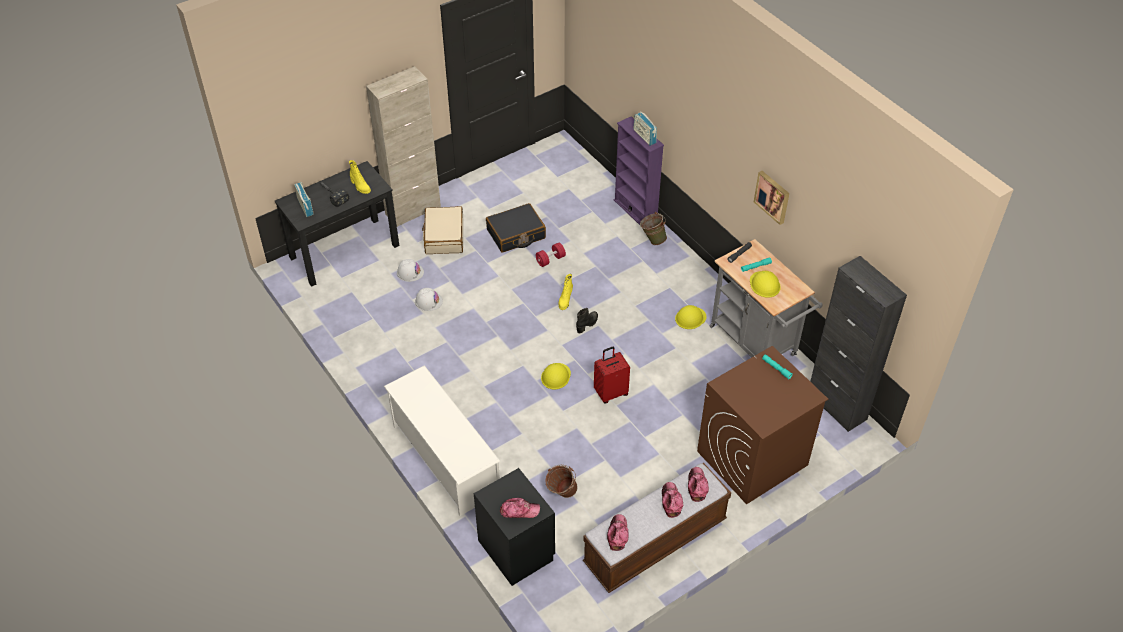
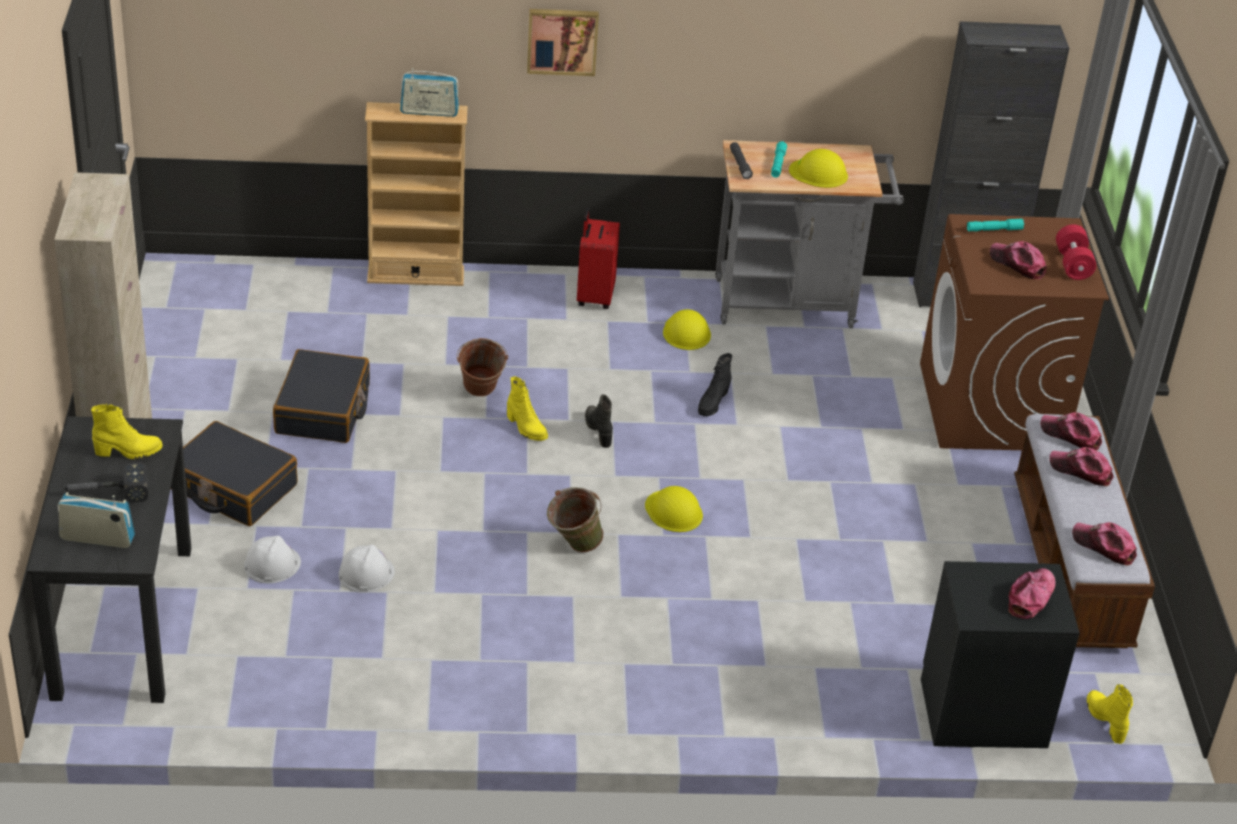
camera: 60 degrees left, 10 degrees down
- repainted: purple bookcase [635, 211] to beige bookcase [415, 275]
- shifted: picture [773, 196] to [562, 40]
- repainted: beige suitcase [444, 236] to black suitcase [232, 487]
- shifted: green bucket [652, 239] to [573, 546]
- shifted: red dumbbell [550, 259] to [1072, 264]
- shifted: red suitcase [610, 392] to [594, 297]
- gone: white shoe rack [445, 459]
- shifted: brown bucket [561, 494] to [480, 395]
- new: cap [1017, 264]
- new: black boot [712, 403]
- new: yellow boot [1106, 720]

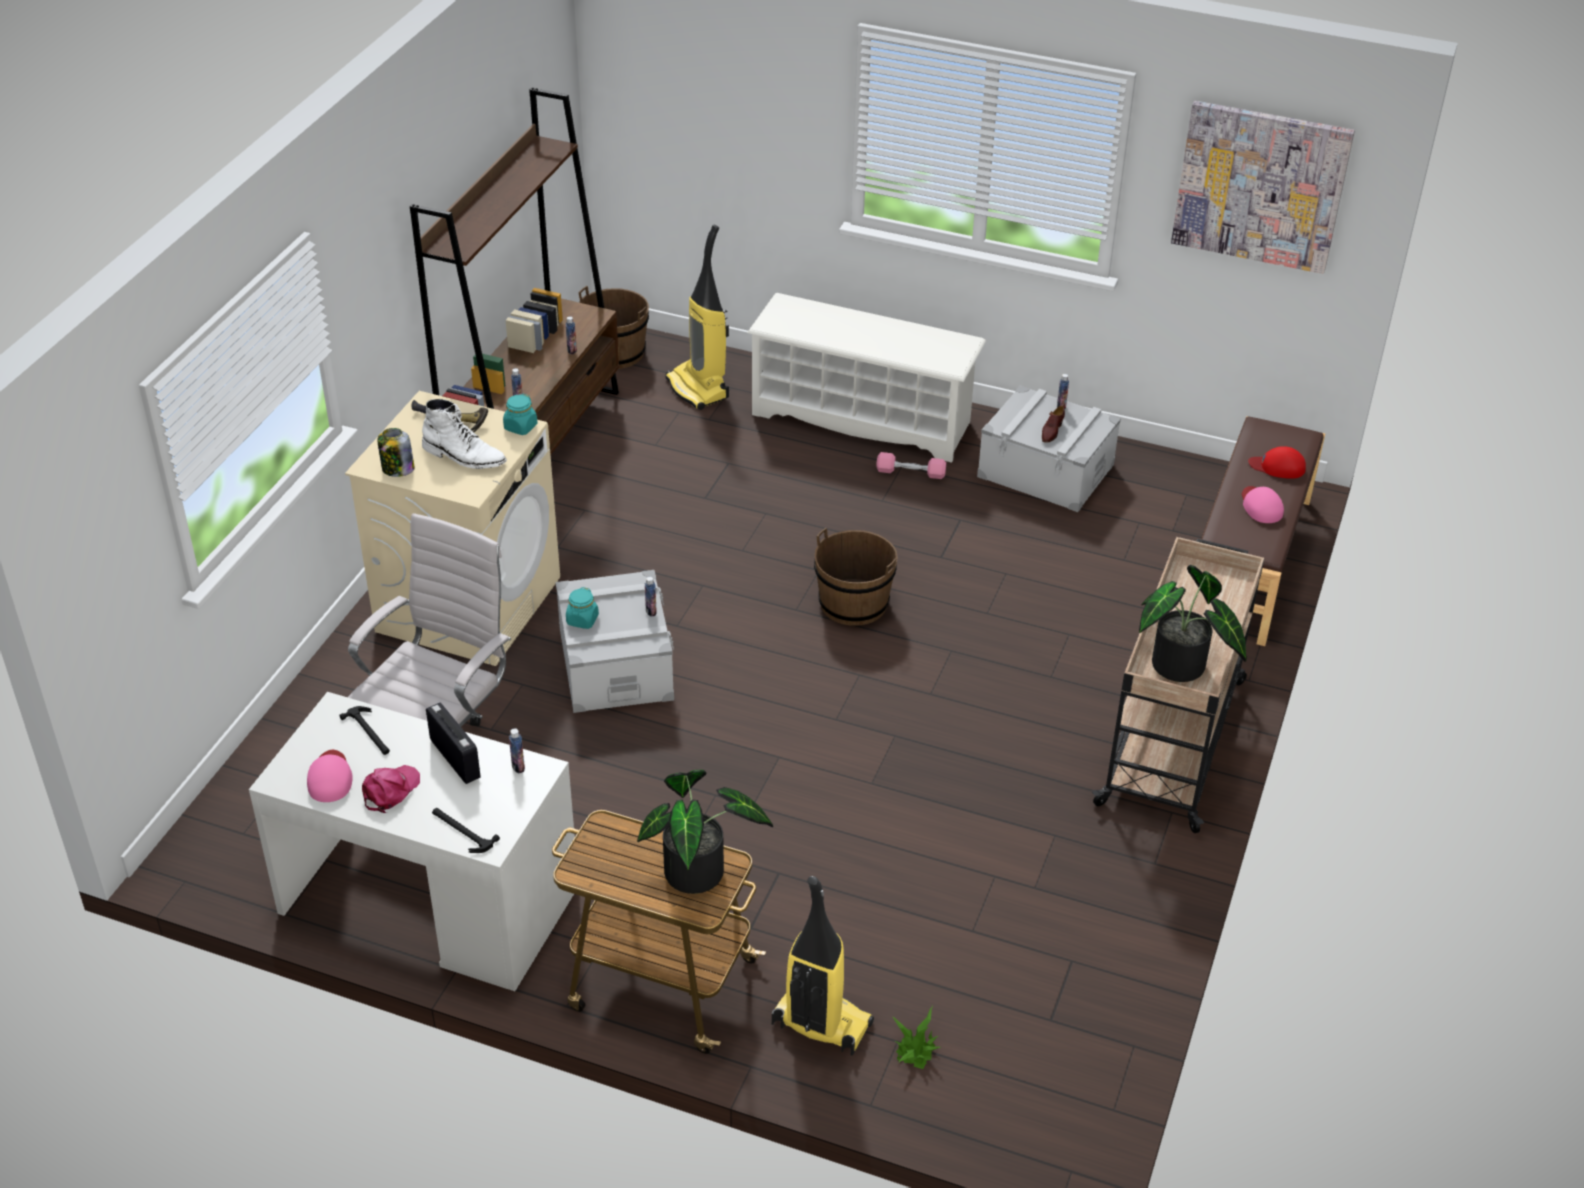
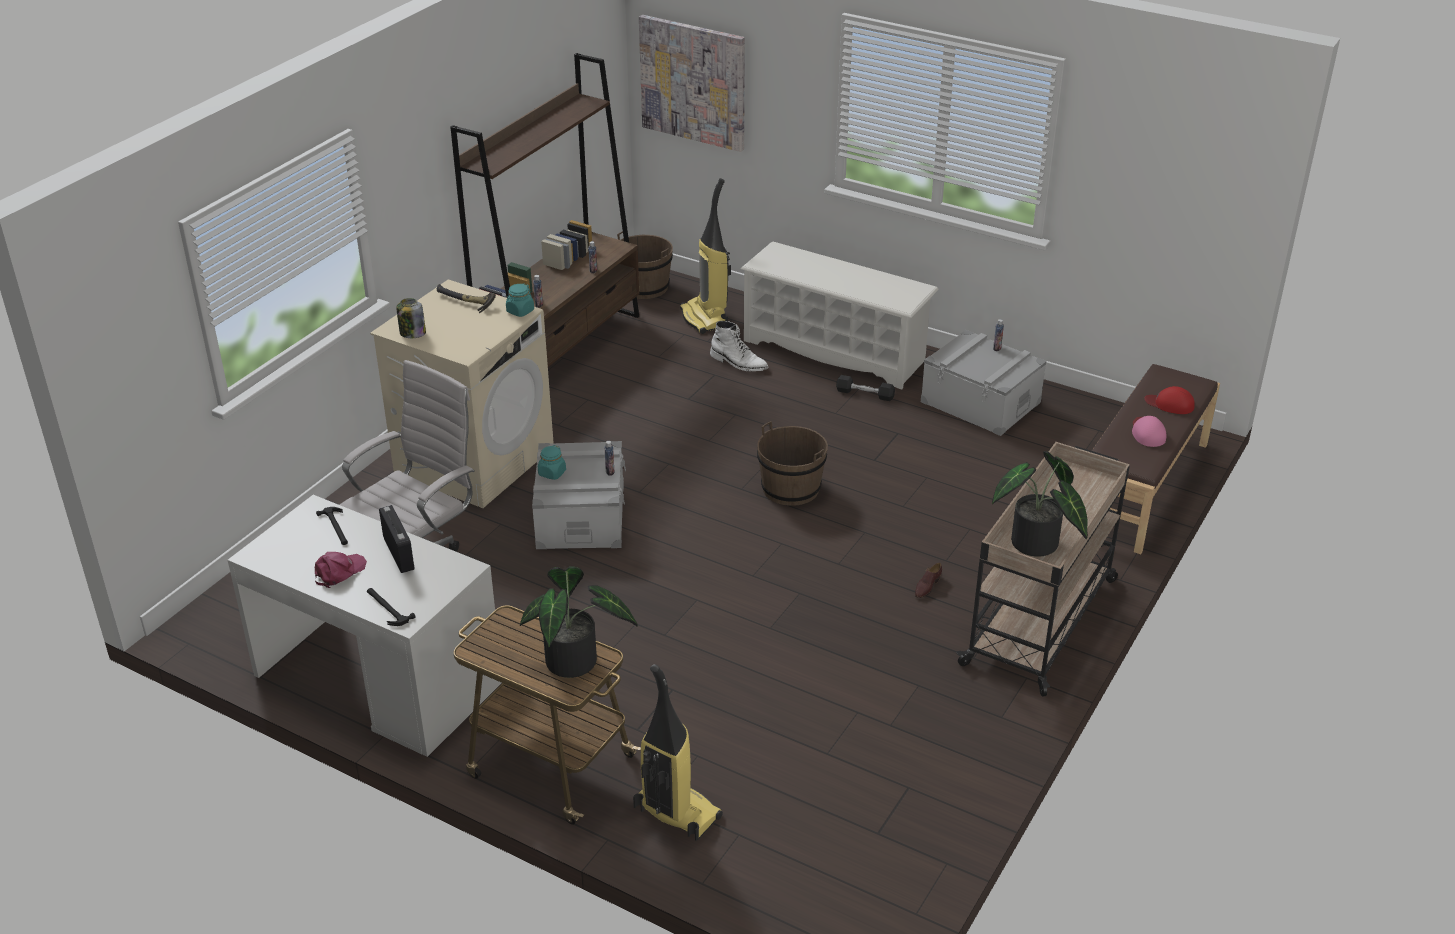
camera: 10 degrees right, 5 degrees down
- shifted: picture [1260, 186] to [693, 82]
- shifted: white boot [464, 456] to [738, 363]
- shifted: brown shoe [1051, 431] to [927, 586]
- repainted: pink dumbbell [910, 472] to black dumbbell [865, 394]
- gone: bottle [518, 767]
- gone: pink cap [330, 778]
- gone: potted plant [916, 1049]

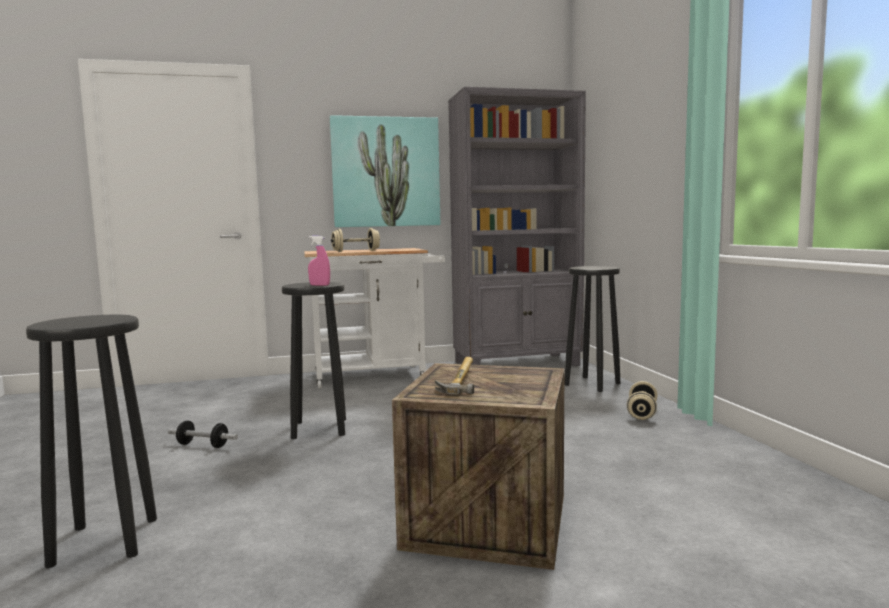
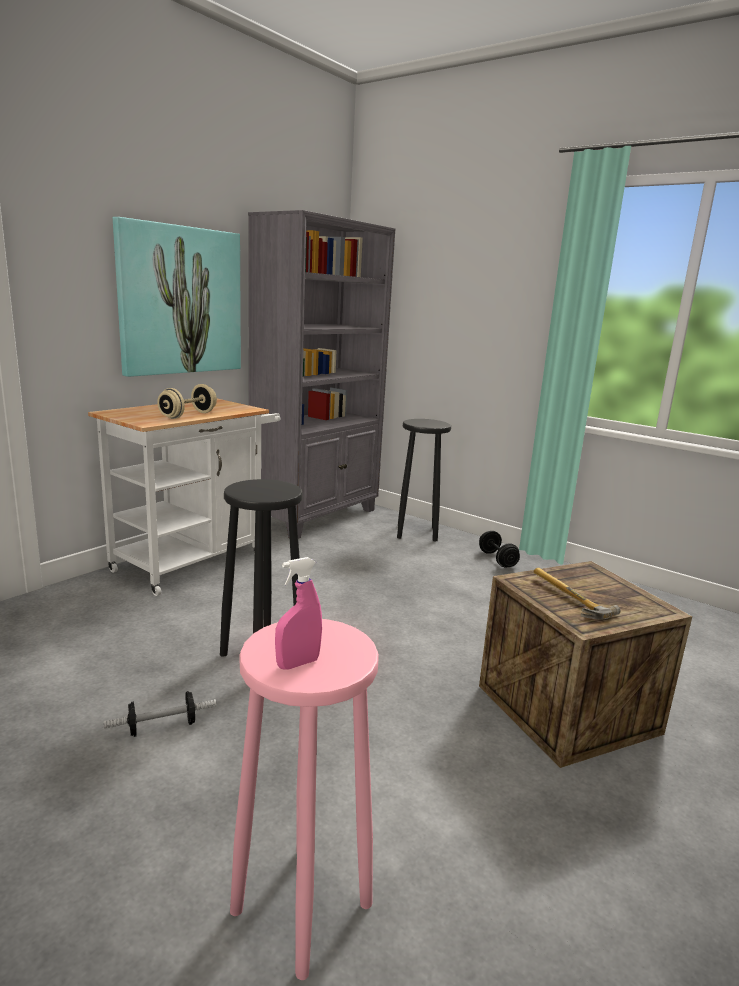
camera: 40 degrees left, 10 degrees up
- shifted: pink spray bottle [319, 285] to [298, 663]
- repainted: black stool [105, 540] to pink stool [300, 905]
- repainted: beige dumbbell [642, 413] to black dumbbell [497, 559]

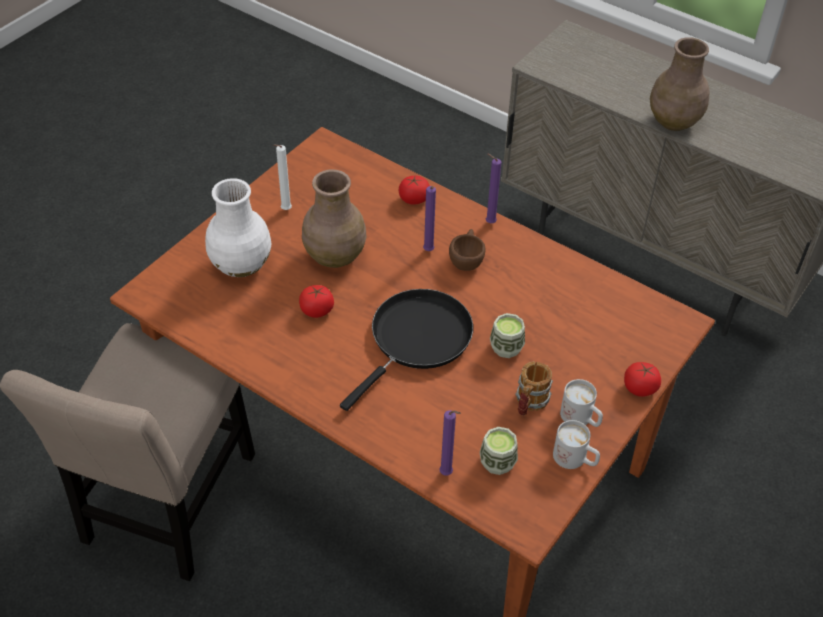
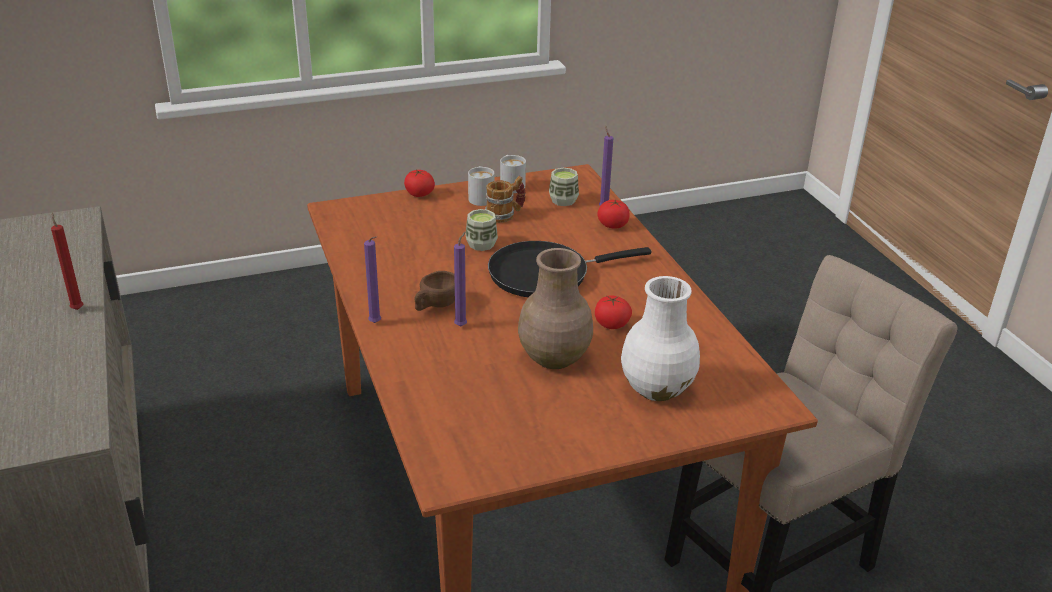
camera: 145 degrees left, 15 degrees down
- swapped: brown vase [674, 122] to red candle [77, 308]
- gone: white candle [284, 210]
- shifted: tomato [414, 199] to [613, 225]

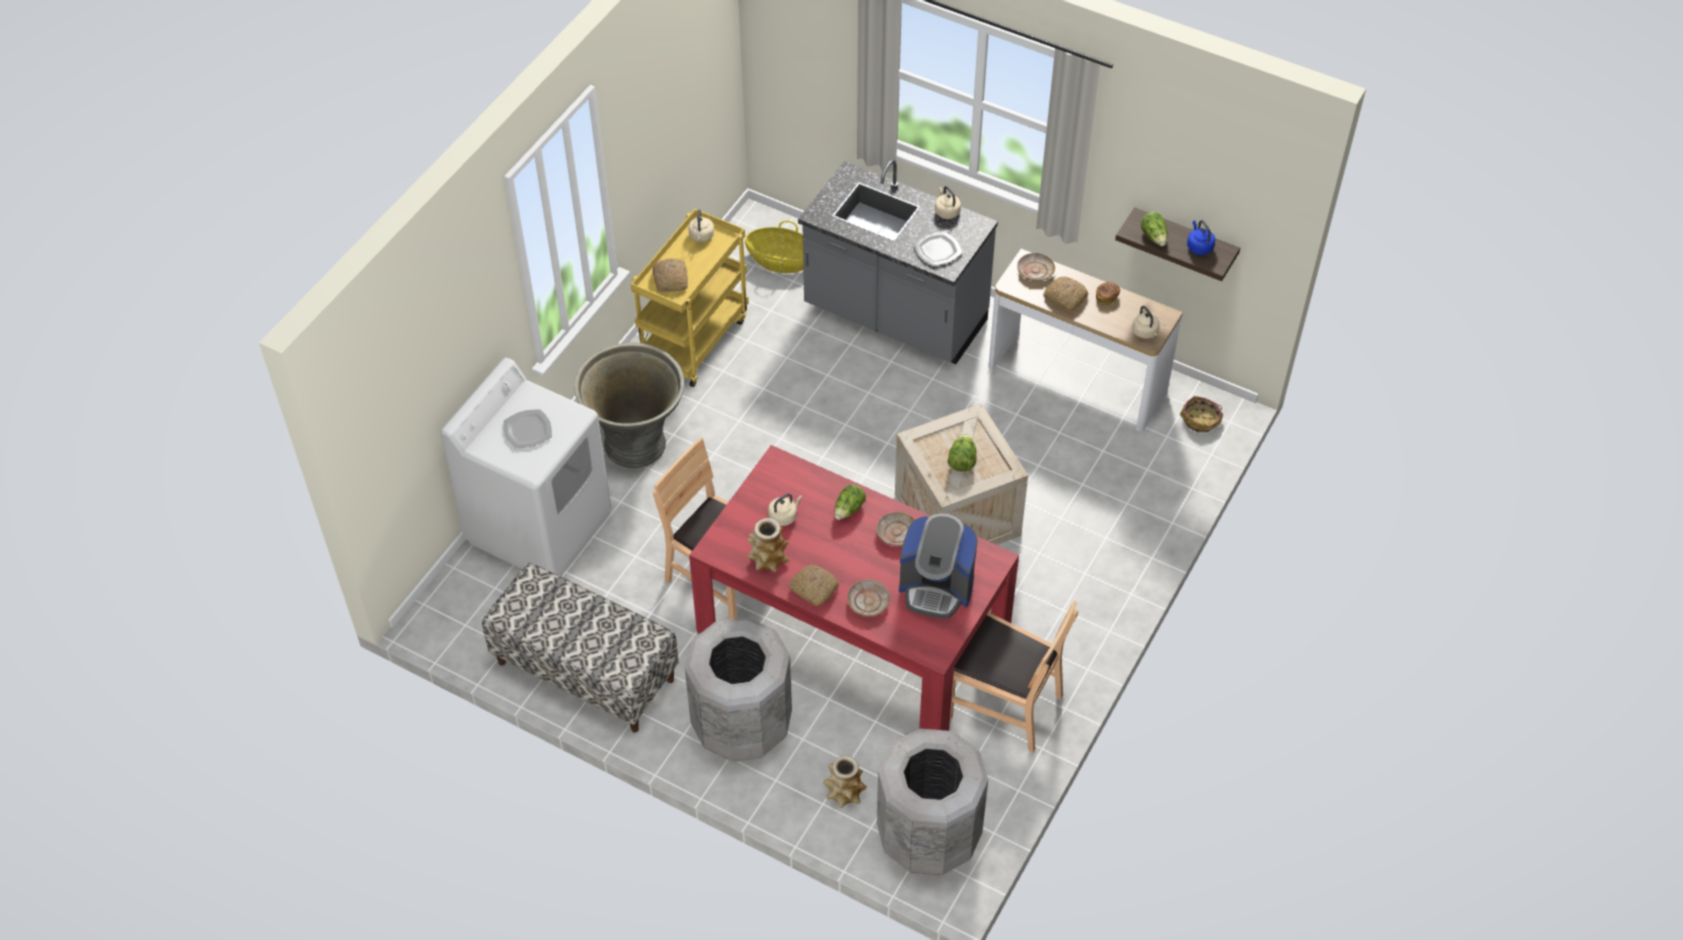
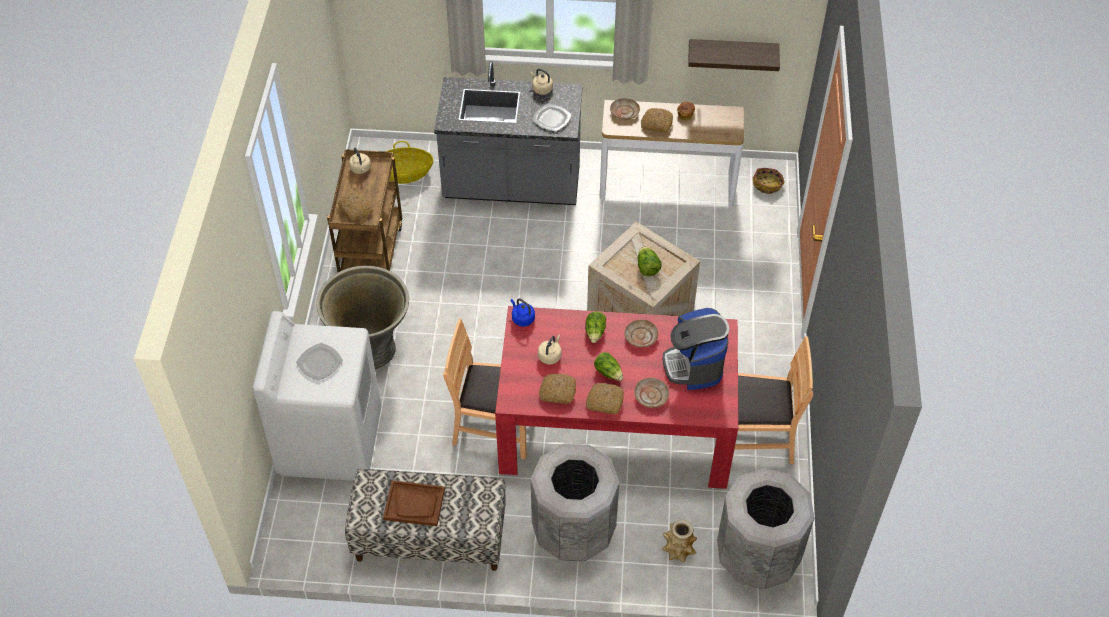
camera: 25 degrees left, 0 degrees up
- repainted: yellow cart [694, 340] to brown cart [371, 254]
- shifted: lettuce [1154, 237] to [608, 372]
- shifted: blue kettle [1199, 247] to [522, 318]
- gone: beige kettle [1145, 332]
- rotated: coffee machine [936, 587] = [693, 365] 90 degrees clockwise
- swapped: vase [768, 558] to bread [557, 392]
- new: brown tray [414, 504]

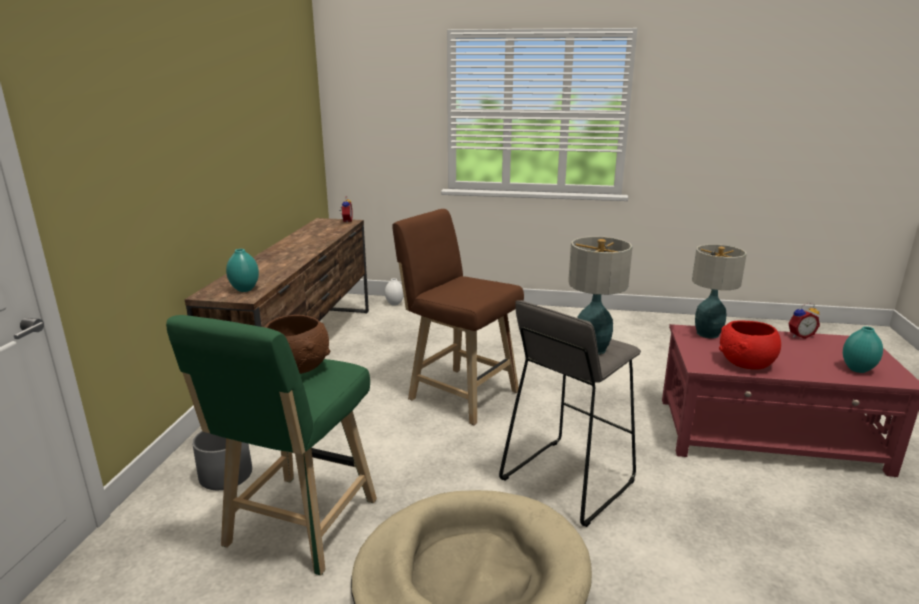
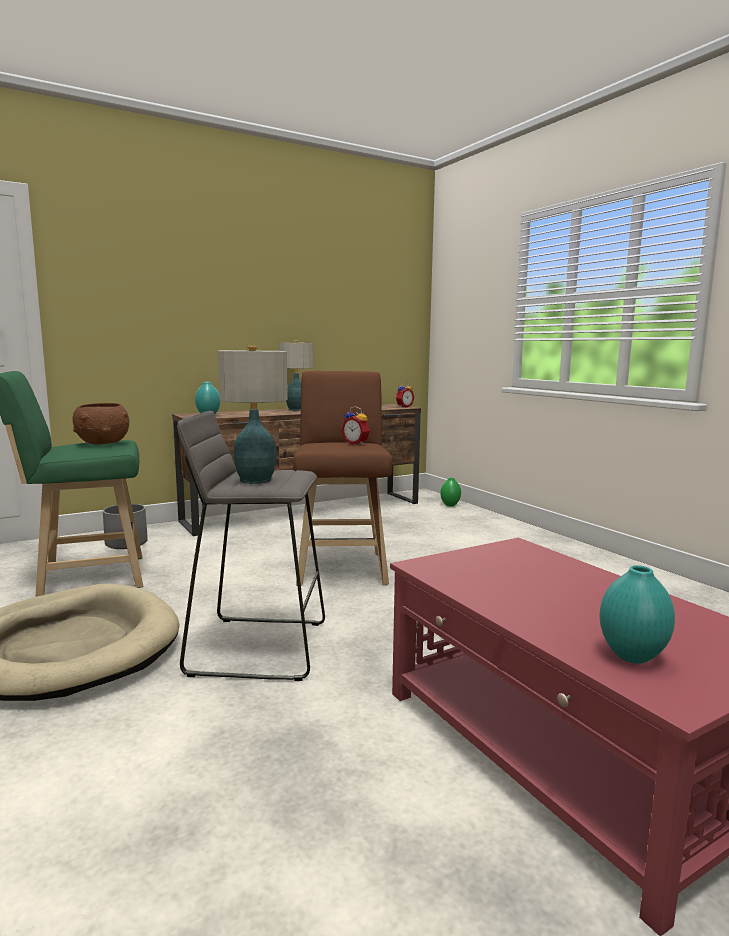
camera: 50 degrees right, 10 degrees down
- shifted: table lamp [707, 334] to [296, 409]
- repainted: white vase [394, 304] to green vase [450, 505]
- shifted: alarm clock [799, 335] to [356, 443]
- gone: red bowl [745, 364]

